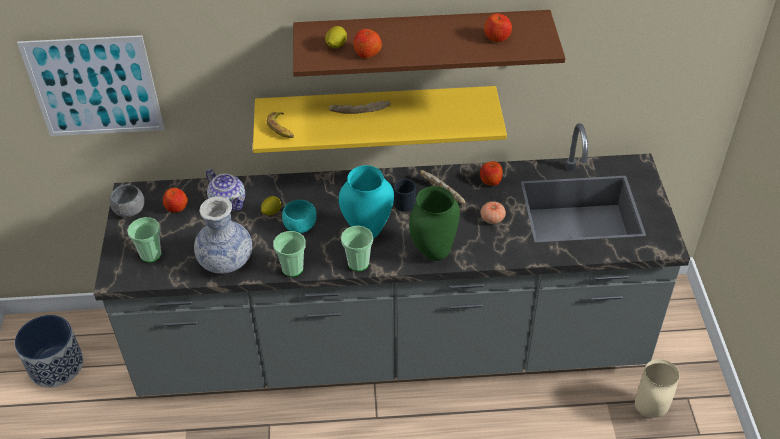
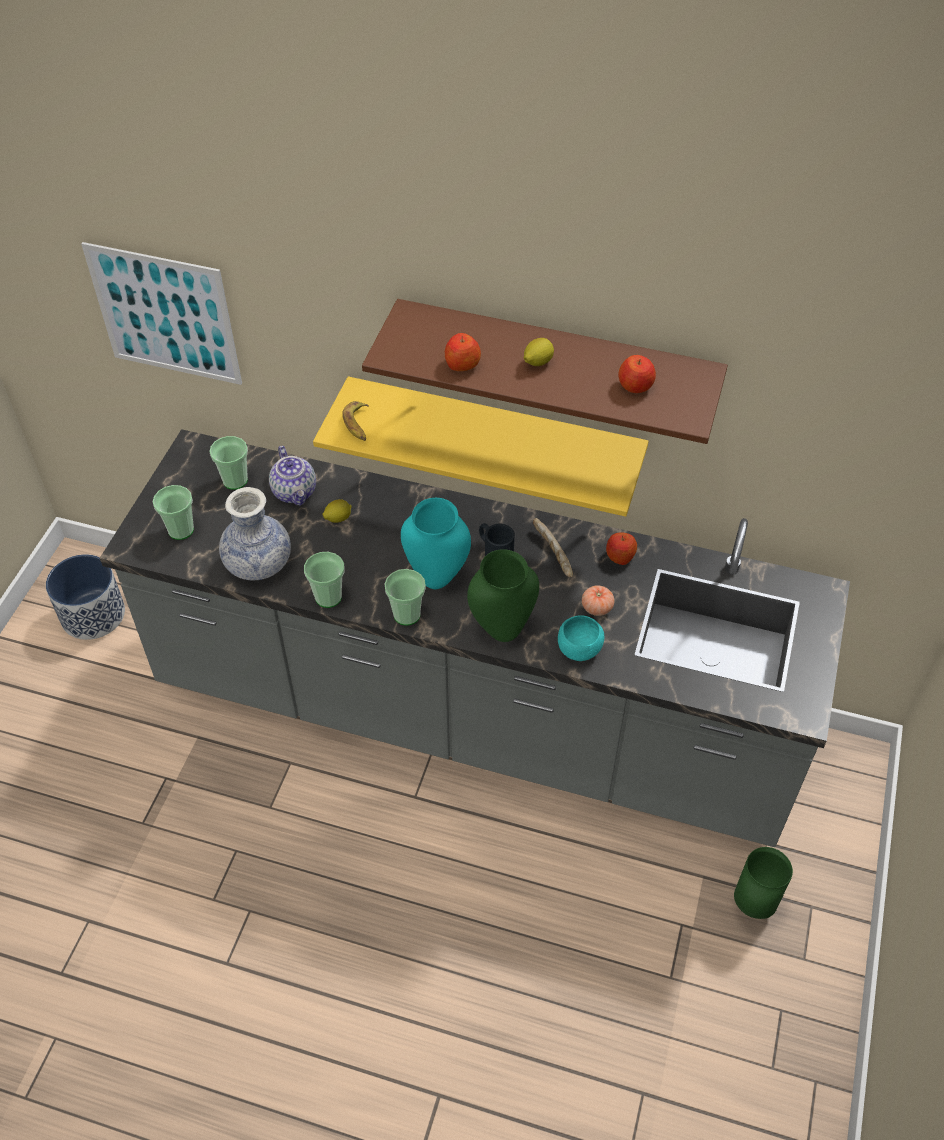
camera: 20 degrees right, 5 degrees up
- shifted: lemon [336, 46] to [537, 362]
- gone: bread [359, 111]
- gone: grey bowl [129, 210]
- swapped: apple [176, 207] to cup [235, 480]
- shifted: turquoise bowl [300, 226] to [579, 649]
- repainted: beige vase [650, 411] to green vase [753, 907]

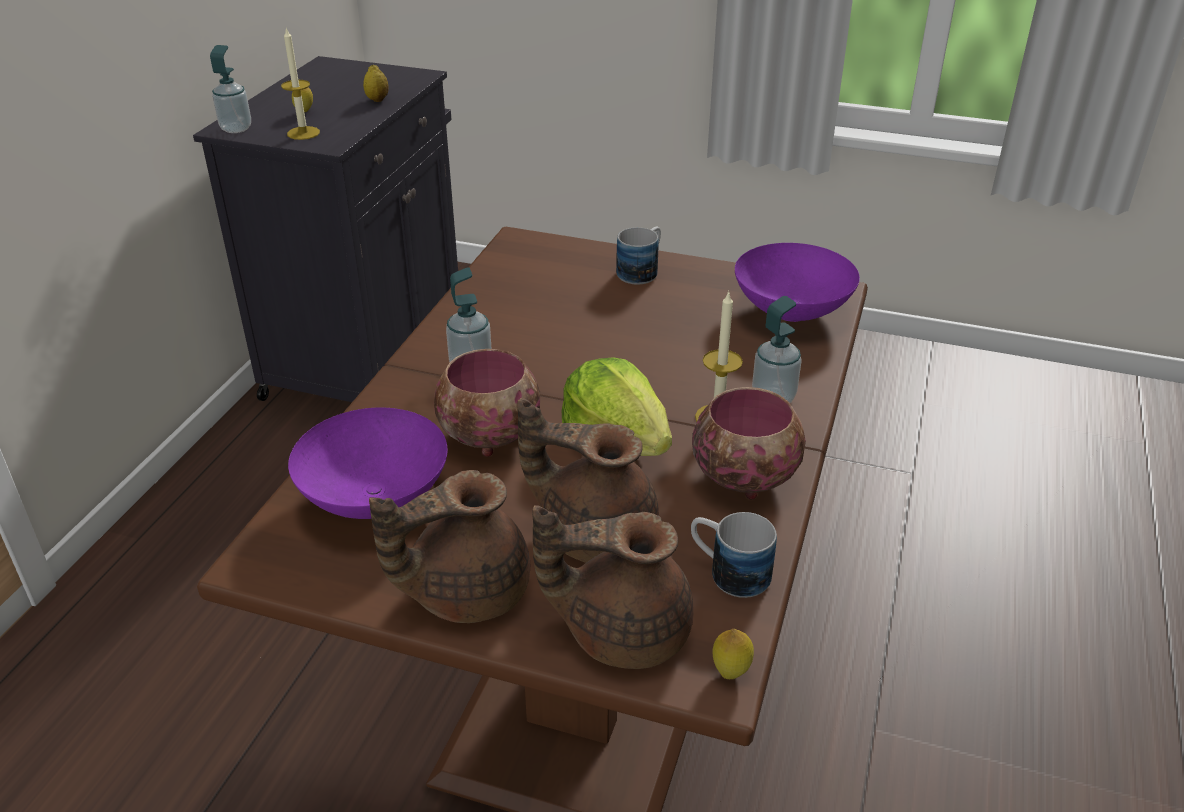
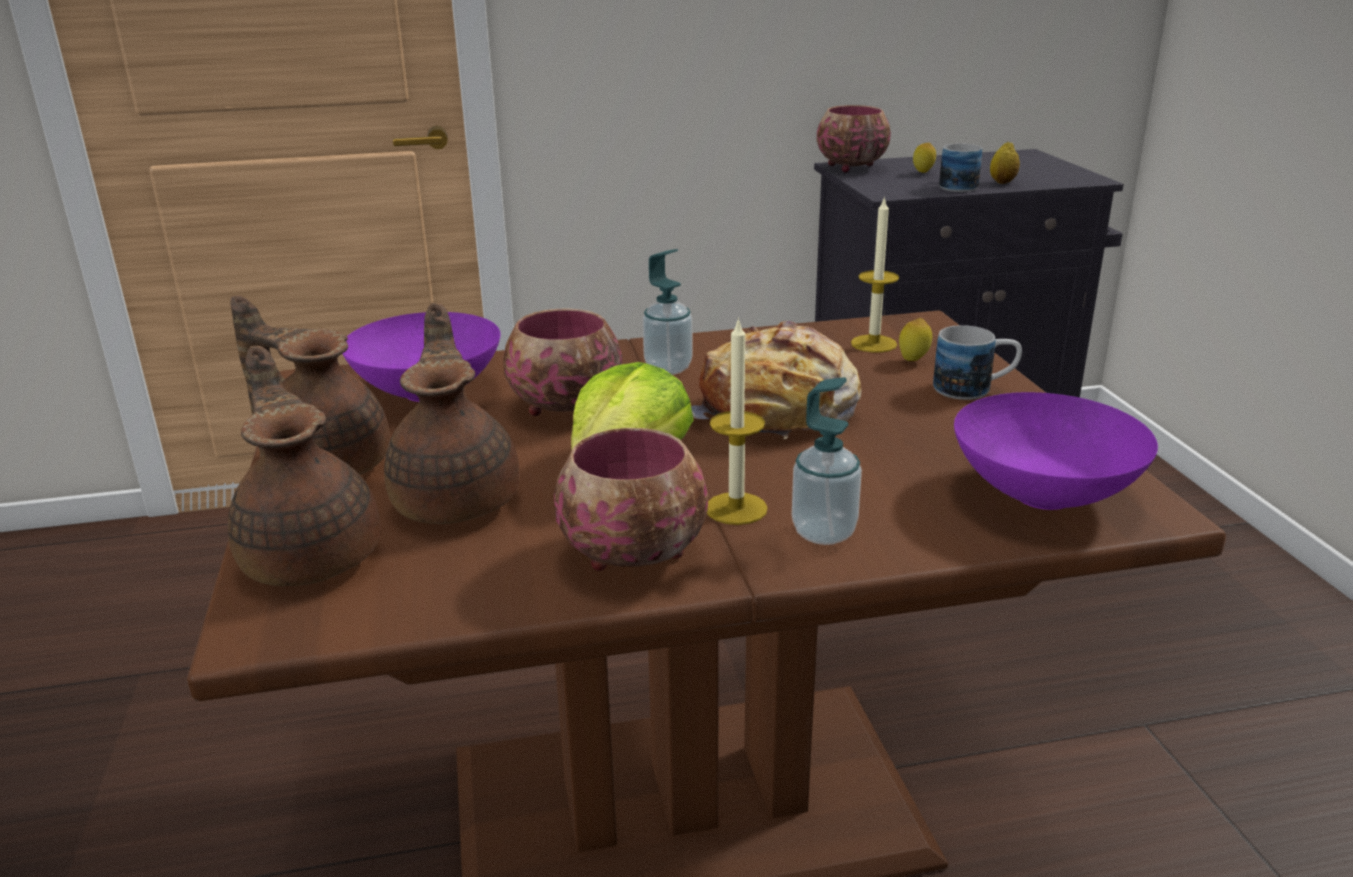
camera: 60 degrees right, 10 degrees down
- shifted: candle [303, 133] to [873, 344]
- swapped: soap dispenser [236, 128] to bowl [849, 167]
- shifted: mug [728, 572] to [956, 185]
- shifted: lemon [730, 672] to [913, 361]
- new: bread [778, 412]

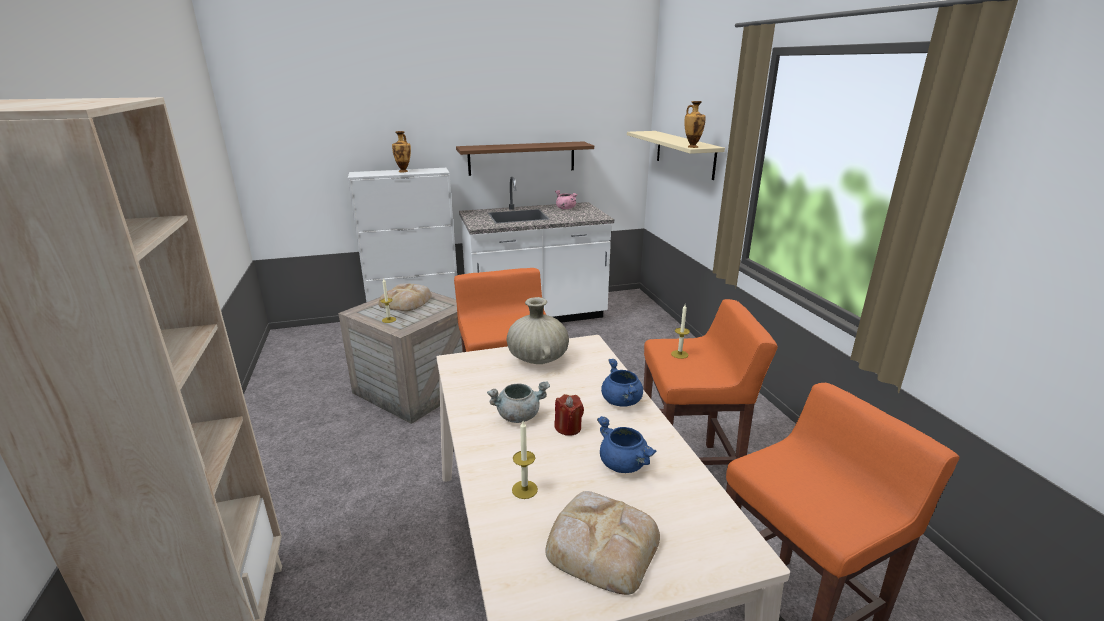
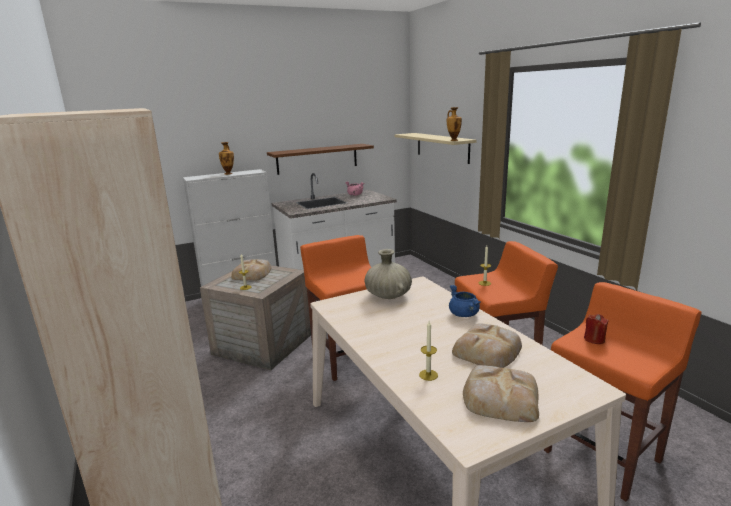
camera: 10 degrees left, 5 degrees down
- gone: grey cooking pot [518, 415]
- shifted: red candle [568, 428] to [594, 339]
- swapped: blue cooking pot [624, 464] to bread [488, 351]

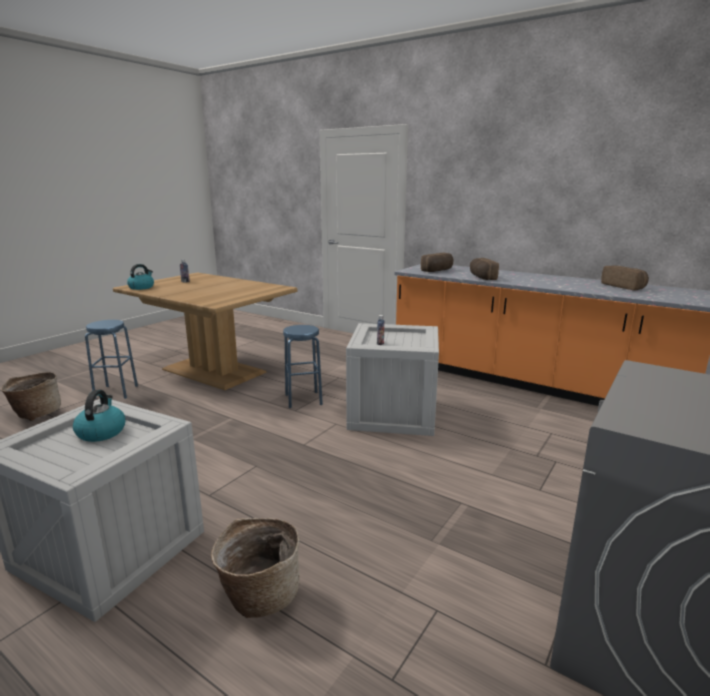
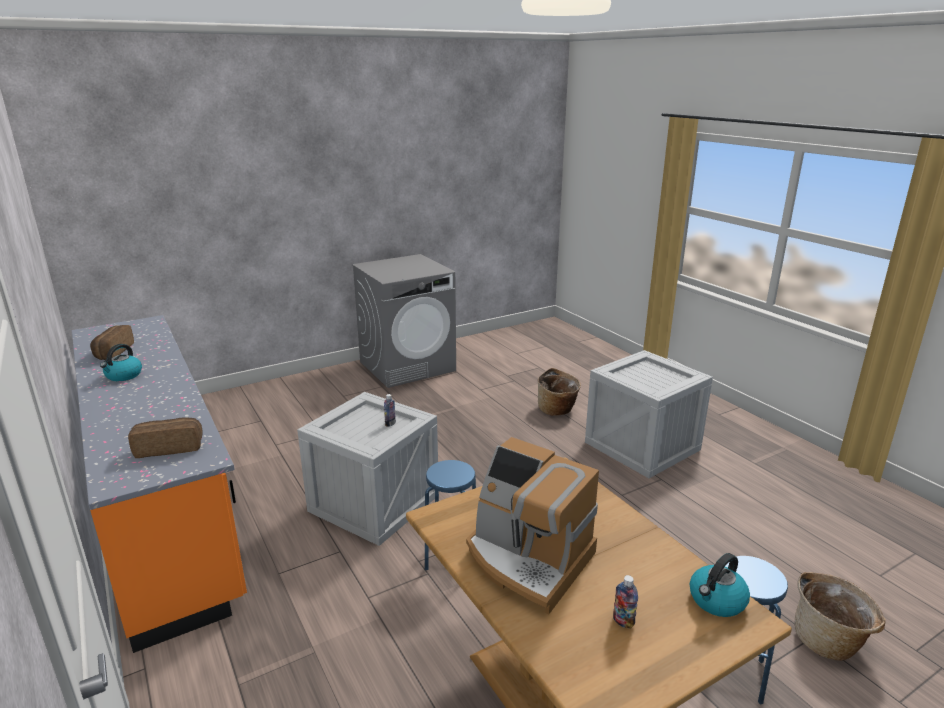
camera: 155 degrees left, 5 degrees up
- gone: bread [481, 277]
- shifted: kettle [101, 432] to [123, 376]
- new: coffee machine [528, 559]

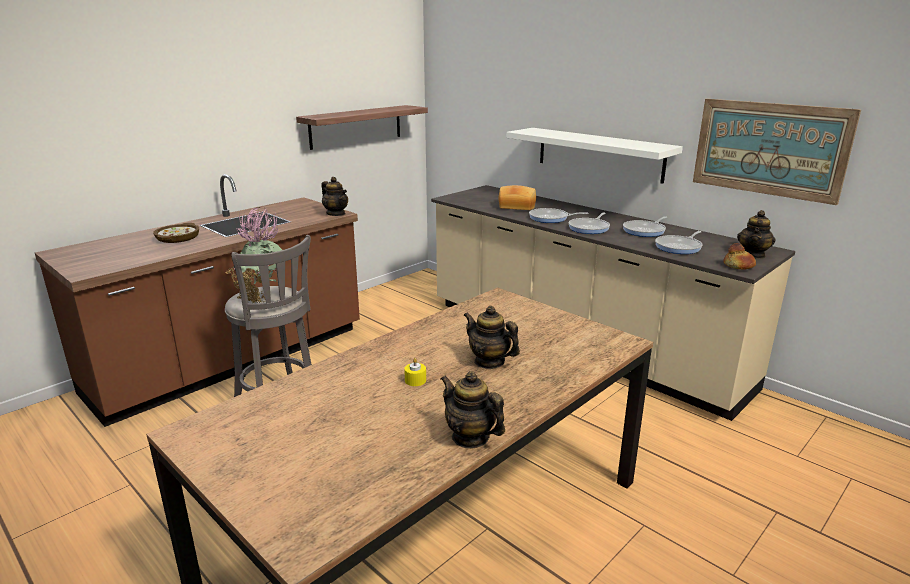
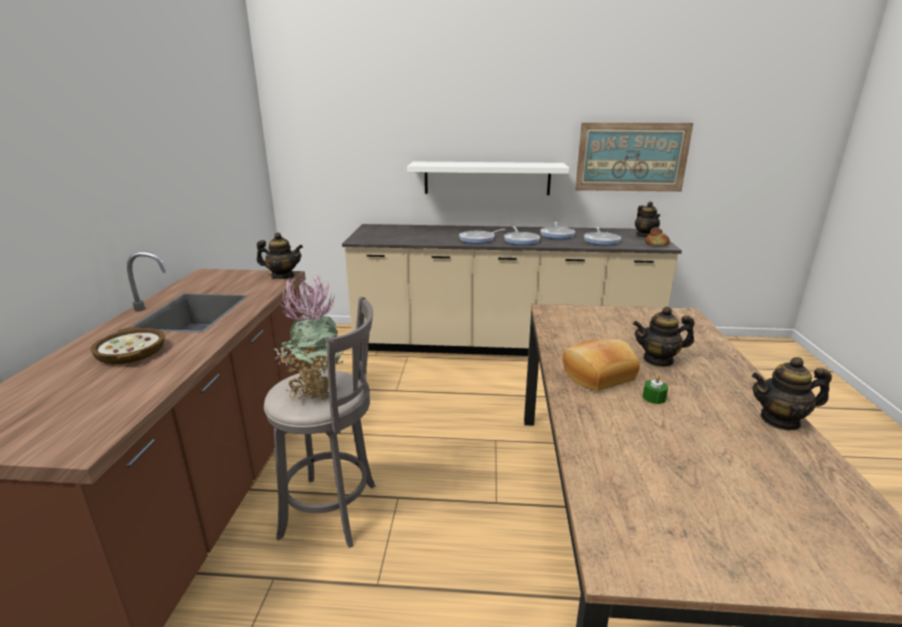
camera: 40 degrees left, 0 degrees up
- gone: shelf [356, 126]
- shifted: bread [517, 206] to [597, 375]
- repainted: yellow candle [415, 380] to green candle [654, 397]

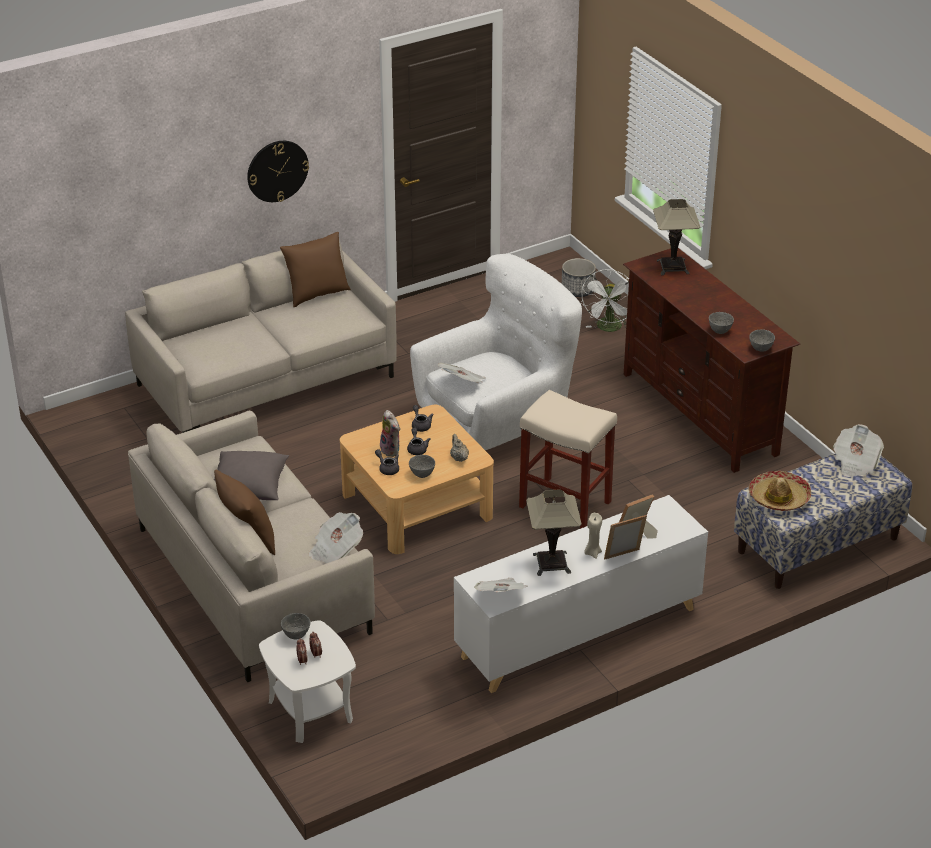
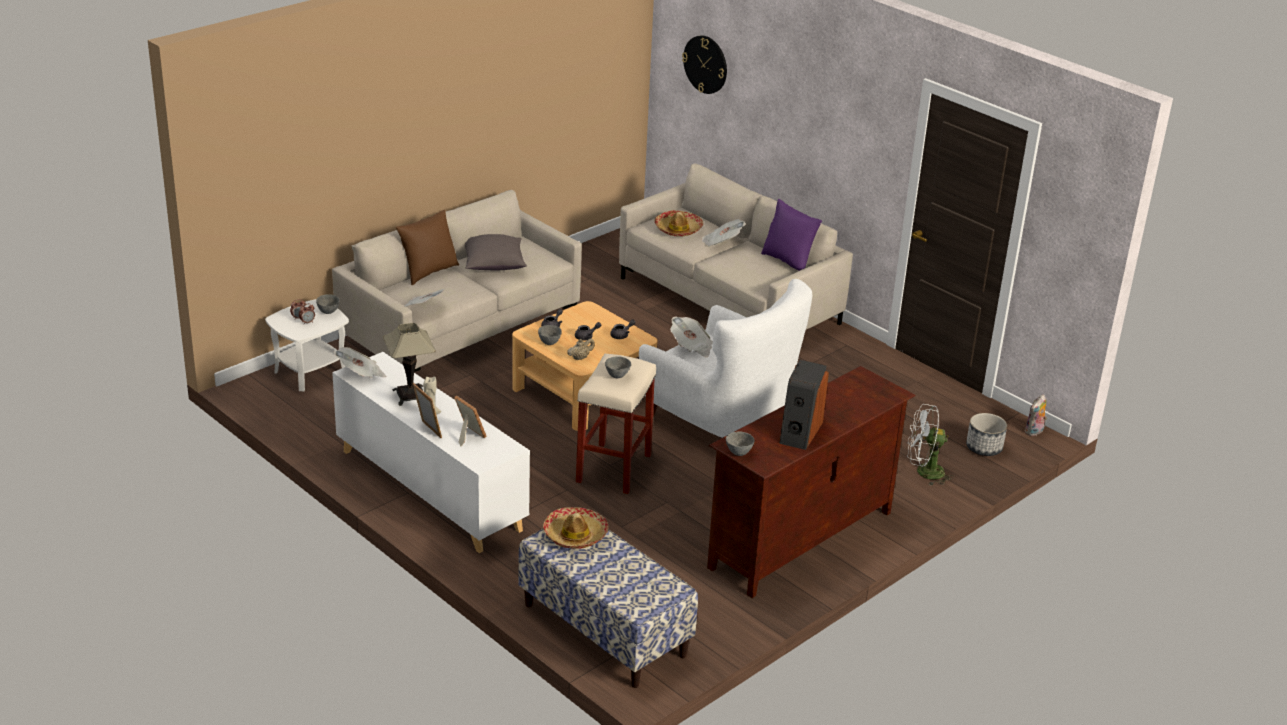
camera: 75 degrees right, 5 degrees down
- shifted: wall clock [277, 171] to [705, 64]
- gone: table lamp [673, 267]
- repainted: brown pillow [317, 294] to purple pillow [788, 261]
- shifted: grey bowl [719, 331] to [617, 375]
- shifted: plush toy [391, 450] to [1034, 432]
- shifted: newspaper [855, 463] to [721, 243]
- new: hat [678, 229]
- new: speaker [800, 432]

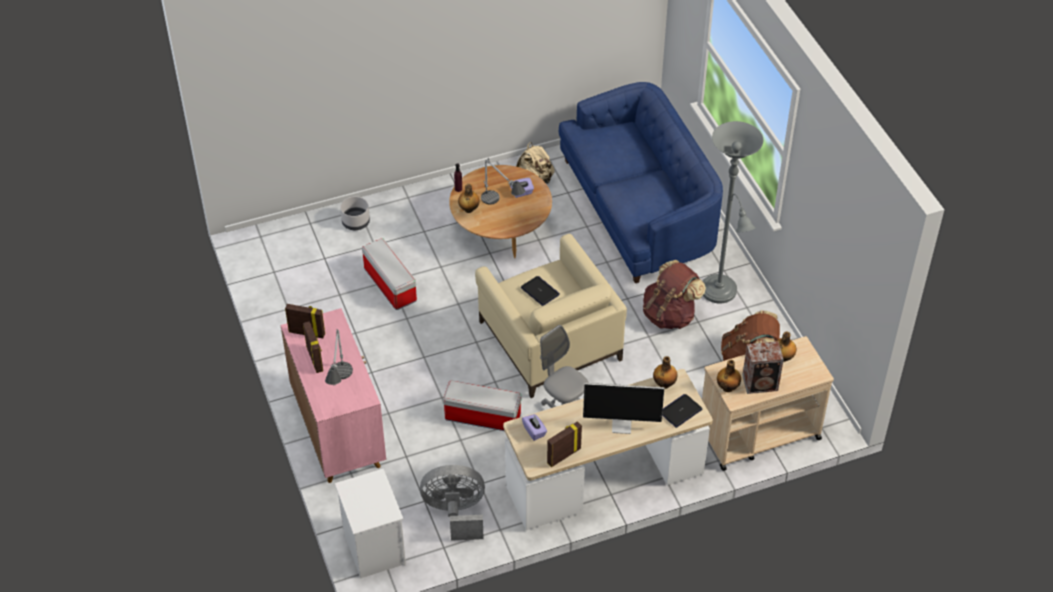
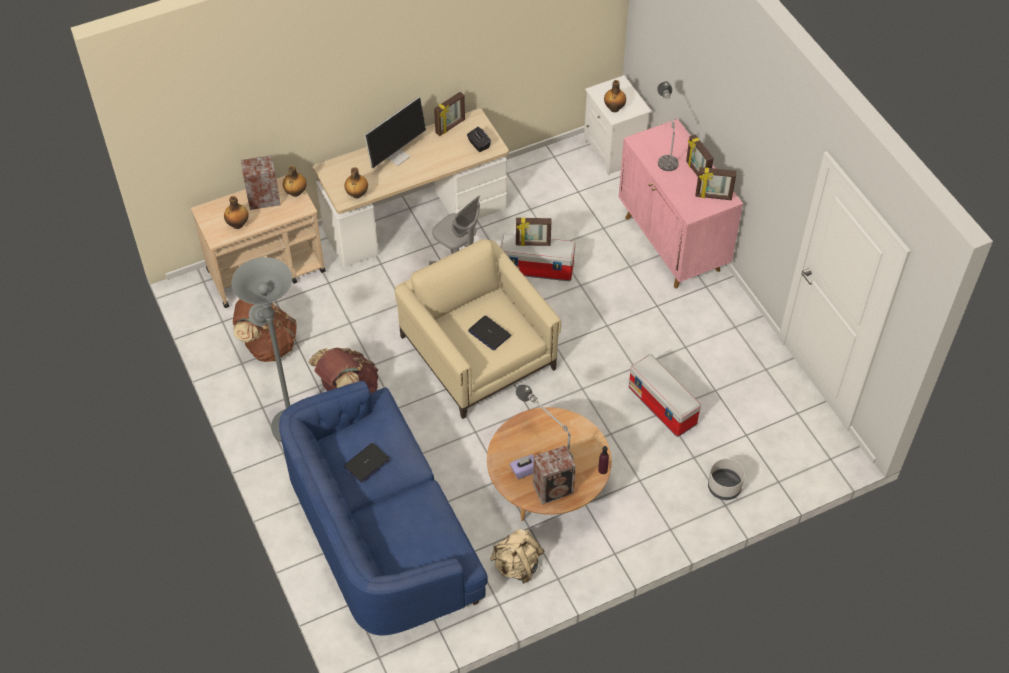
camera: 175 degrees right, 5 degrees up
- shifted: bottle [468, 209] to [614, 108]
- rotated: monitor [622, 424] = [397, 156] 135 degrees clockwise
- shifted: laptop [680, 411] to [367, 463]
- repainted: purple tissue box [534, 431] to black tissue box [478, 145]
- gone: grey fan [455, 513]
- new: picture frame [533, 244]
- new: speaker [554, 489]

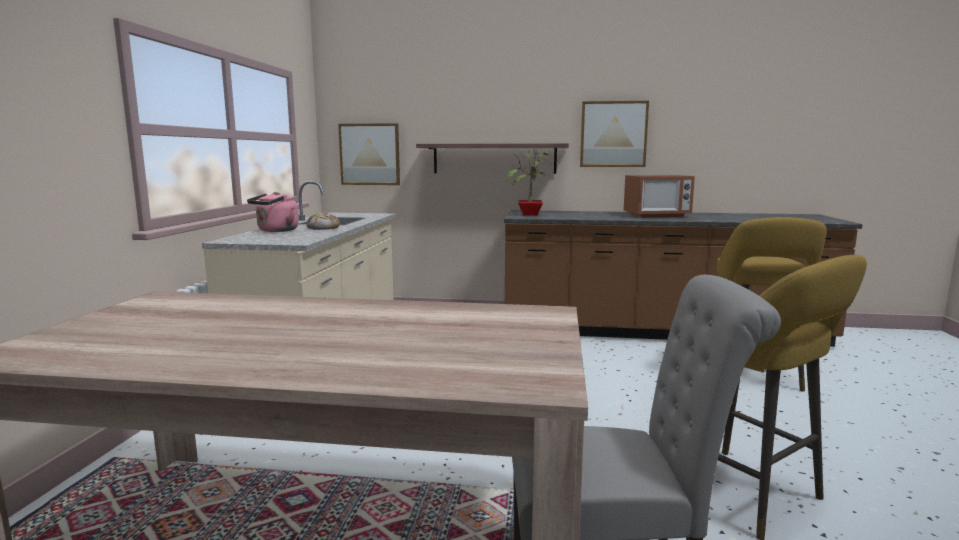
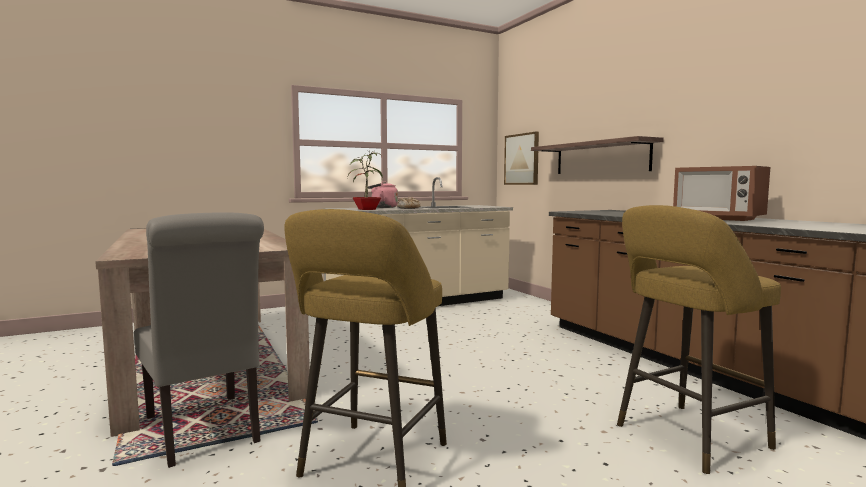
camera: 55 degrees right, 5 degrees down
- gone: picture [613, 134]
- shifted: potted plant [530, 215] to [365, 209]

